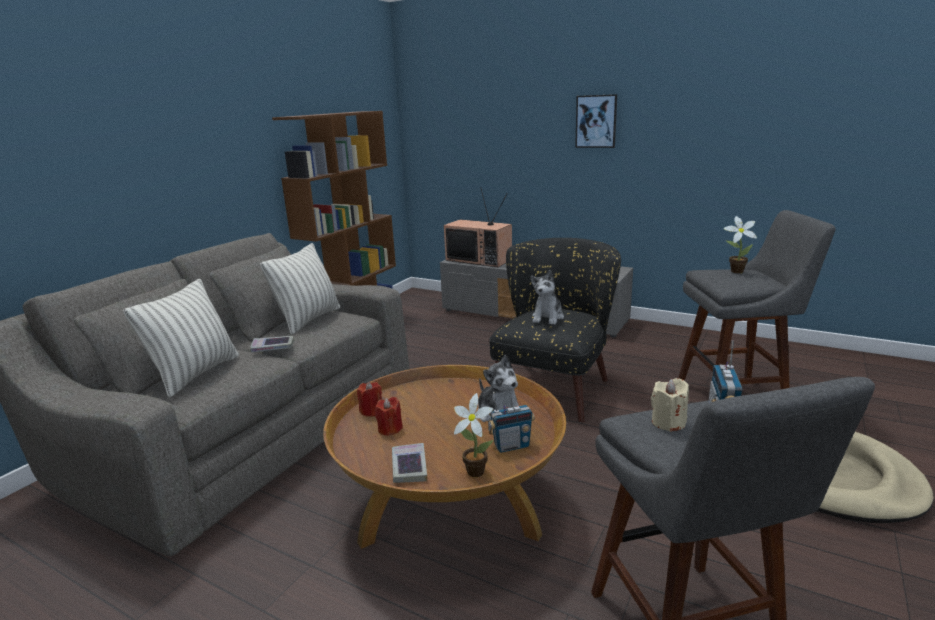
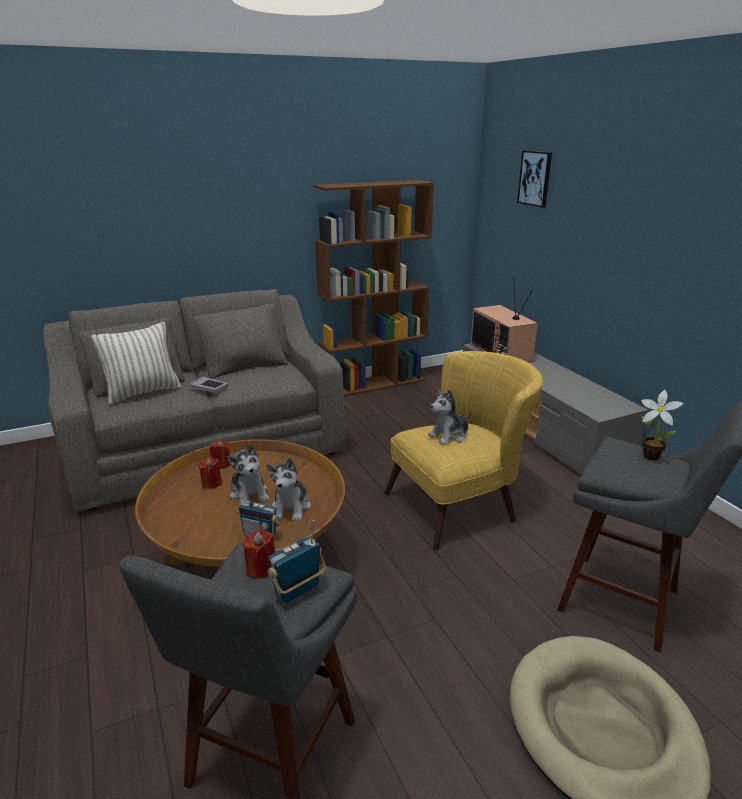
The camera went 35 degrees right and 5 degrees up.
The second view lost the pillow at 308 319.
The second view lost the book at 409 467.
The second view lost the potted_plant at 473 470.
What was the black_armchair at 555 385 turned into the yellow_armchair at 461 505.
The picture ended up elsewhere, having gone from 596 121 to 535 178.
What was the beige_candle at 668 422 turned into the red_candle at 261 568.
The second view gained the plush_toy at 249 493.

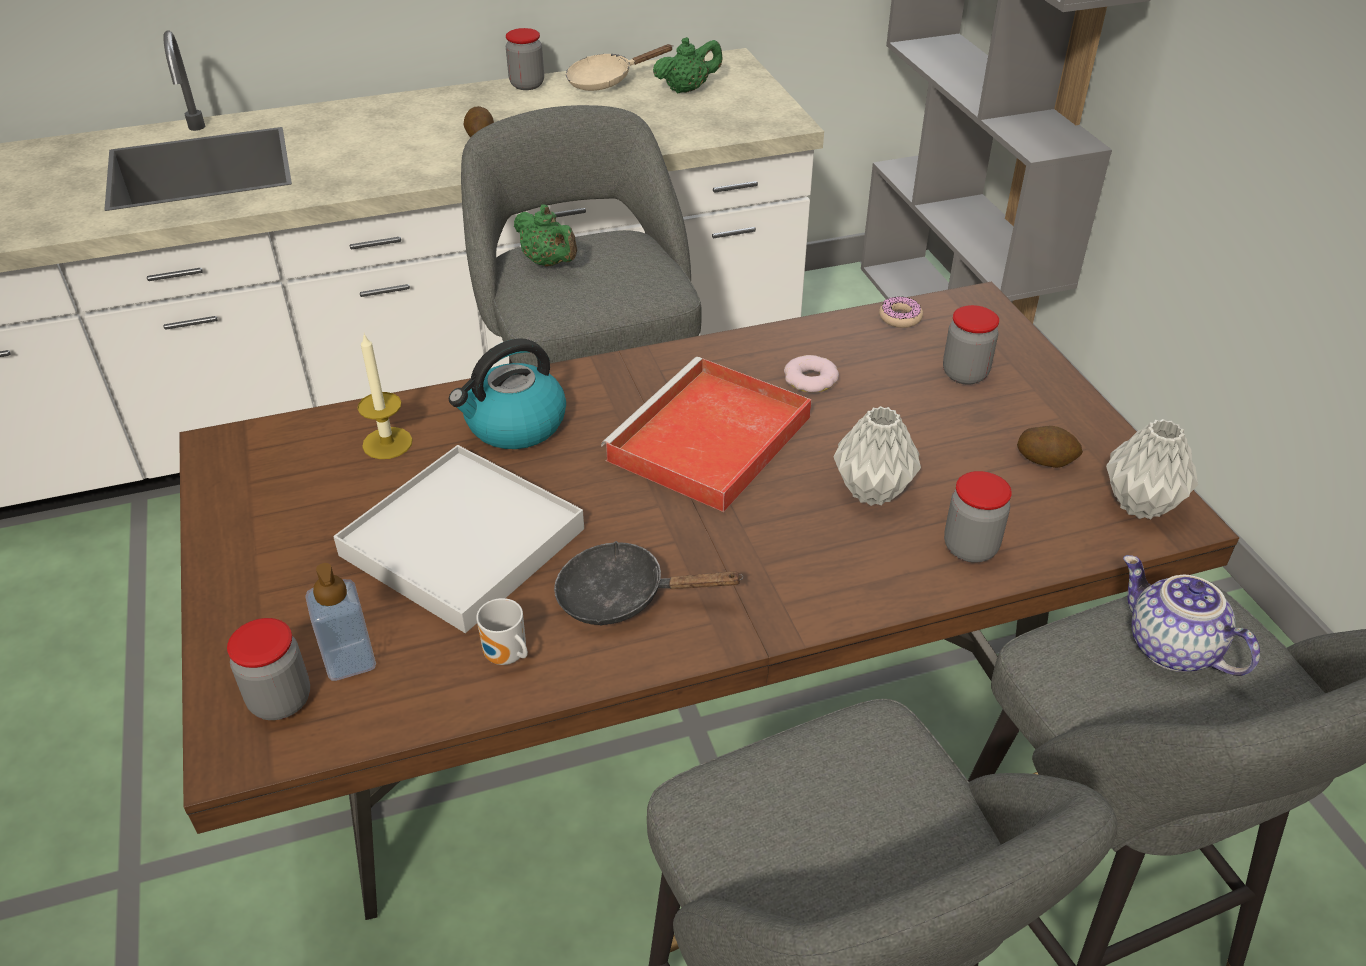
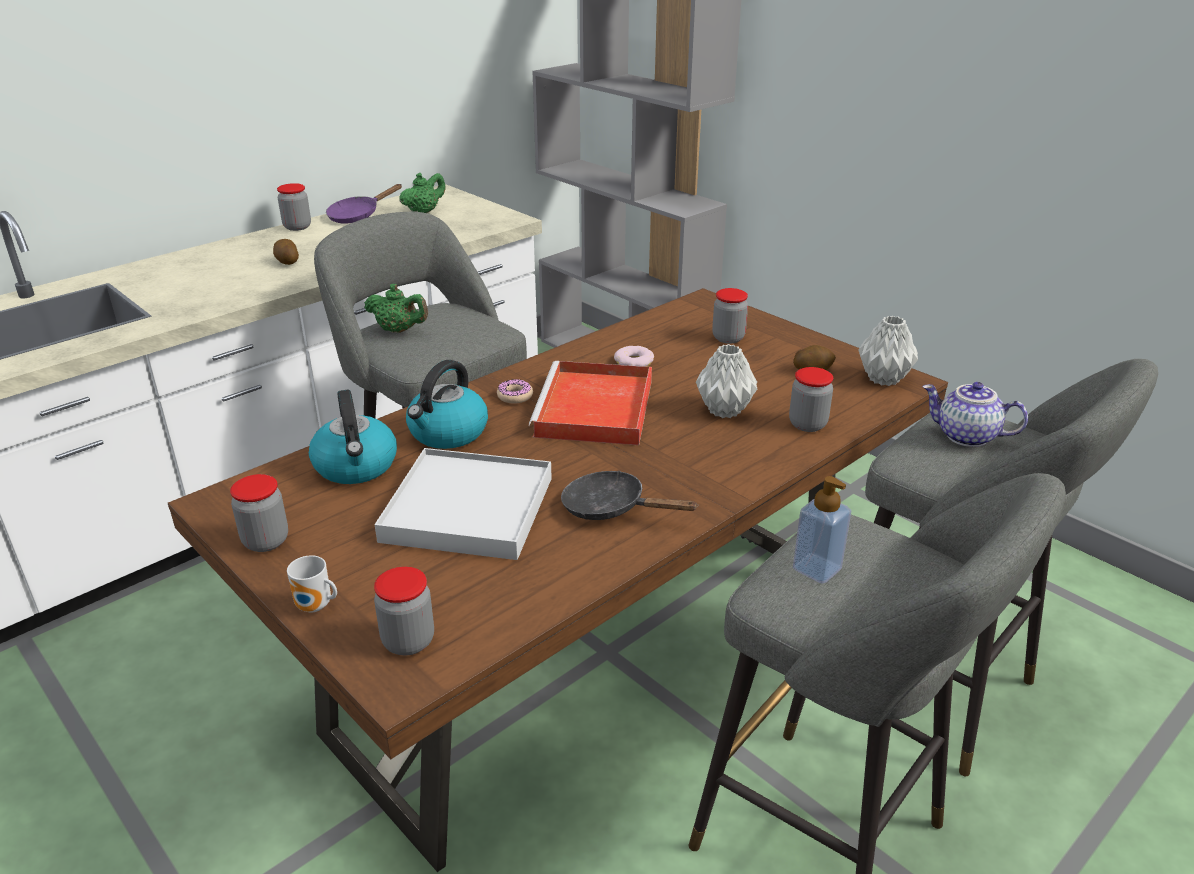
The camera went 25 degrees left and 10 degrees down.
The soap_dispenser ended up elsewhere, having gone from 350 660 to 817 569.
Where the candle stood at 387 443, the kettle came to stand at 356 466.
The mug ended up elsewhere, having gone from 506 658 to 315 607.
The black_frying_pan at 622 596 ended up facing another way, 45 degrees clockwise from before.
What was the beige_frying_pan at 606 81 turned into the purple_frying_pan at 358 216.
The donut ended up elsewhere, having gone from 900 318 to 515 396.
The second view gained the jar at 266 541.

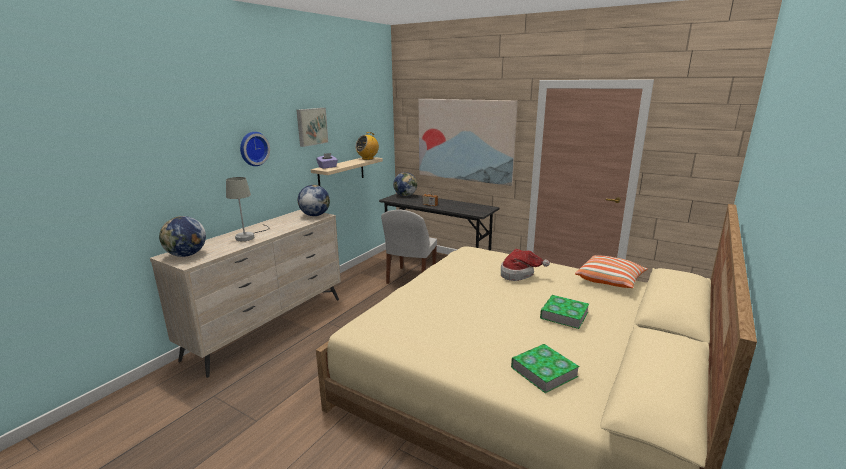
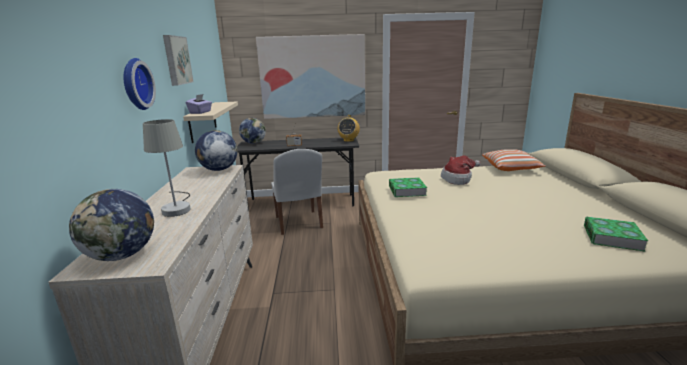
The camera went 35 degrees left and 0 degrees up.
The radio ended up elsewhere, having gone from 368 159 to 348 140.
The book ended up elsewhere, having gone from 564 315 to 407 190.

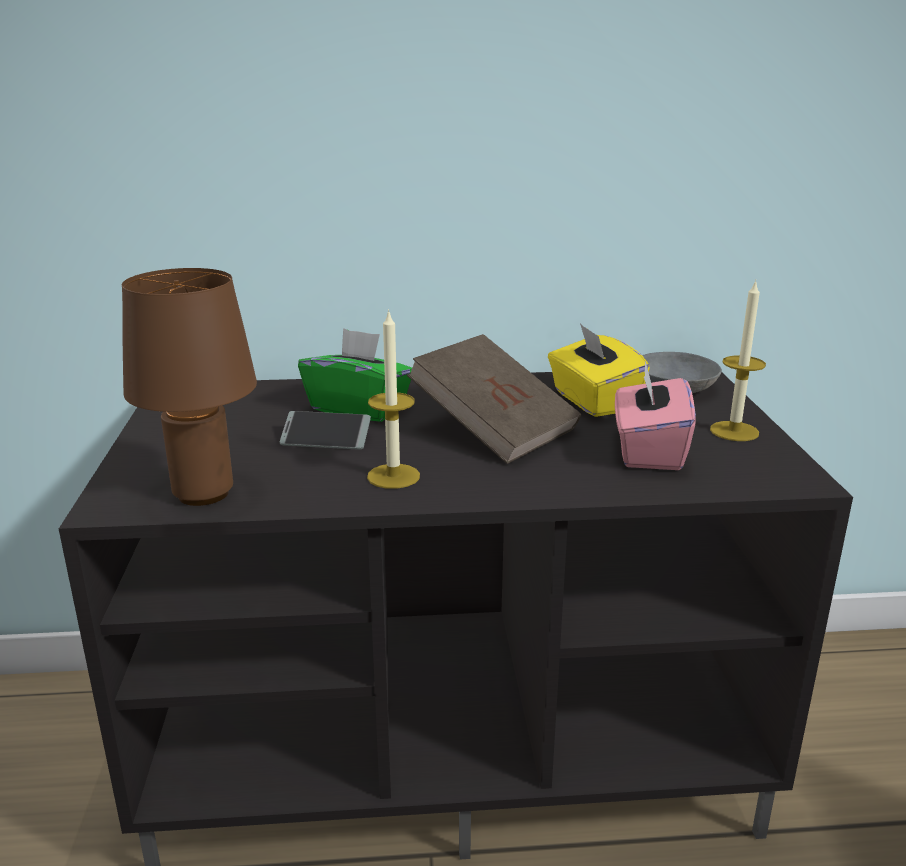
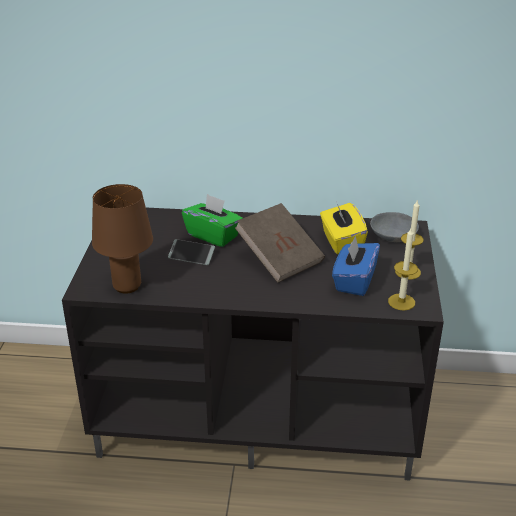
The camera went 10 degrees right and 10 degrees up.
The candle ended up elsewhere, having gone from 393 476 to 401 302.
What was the pink_tissue_box at 648 451 turned into the blue_tissue_box at 354 281.

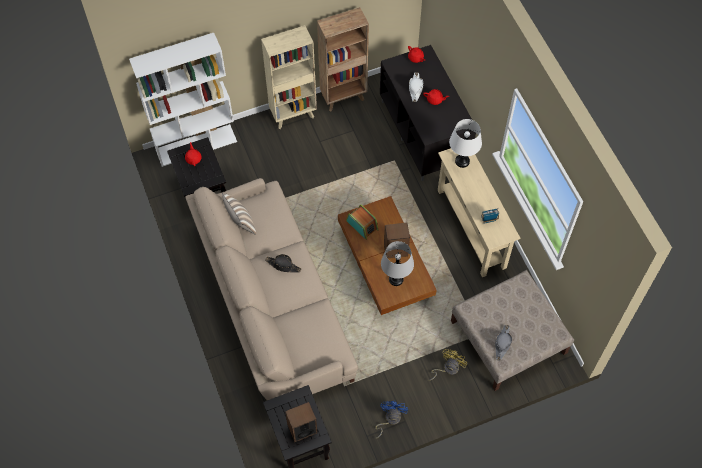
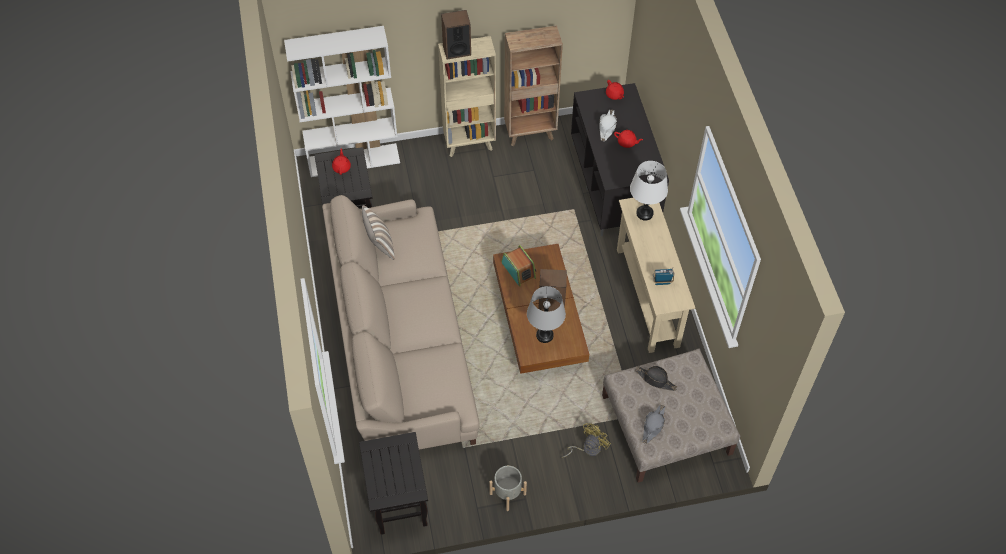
The camera went 10 degrees right and 5 degrees down.
The black_hat ended up elsewhere, having gone from 283 265 to 656 380.
The speaker ended up elsewhere, having gone from 302 429 to 456 50.
Where the blue_fan stood at 390 419, the grey_planter came to stand at 508 494.

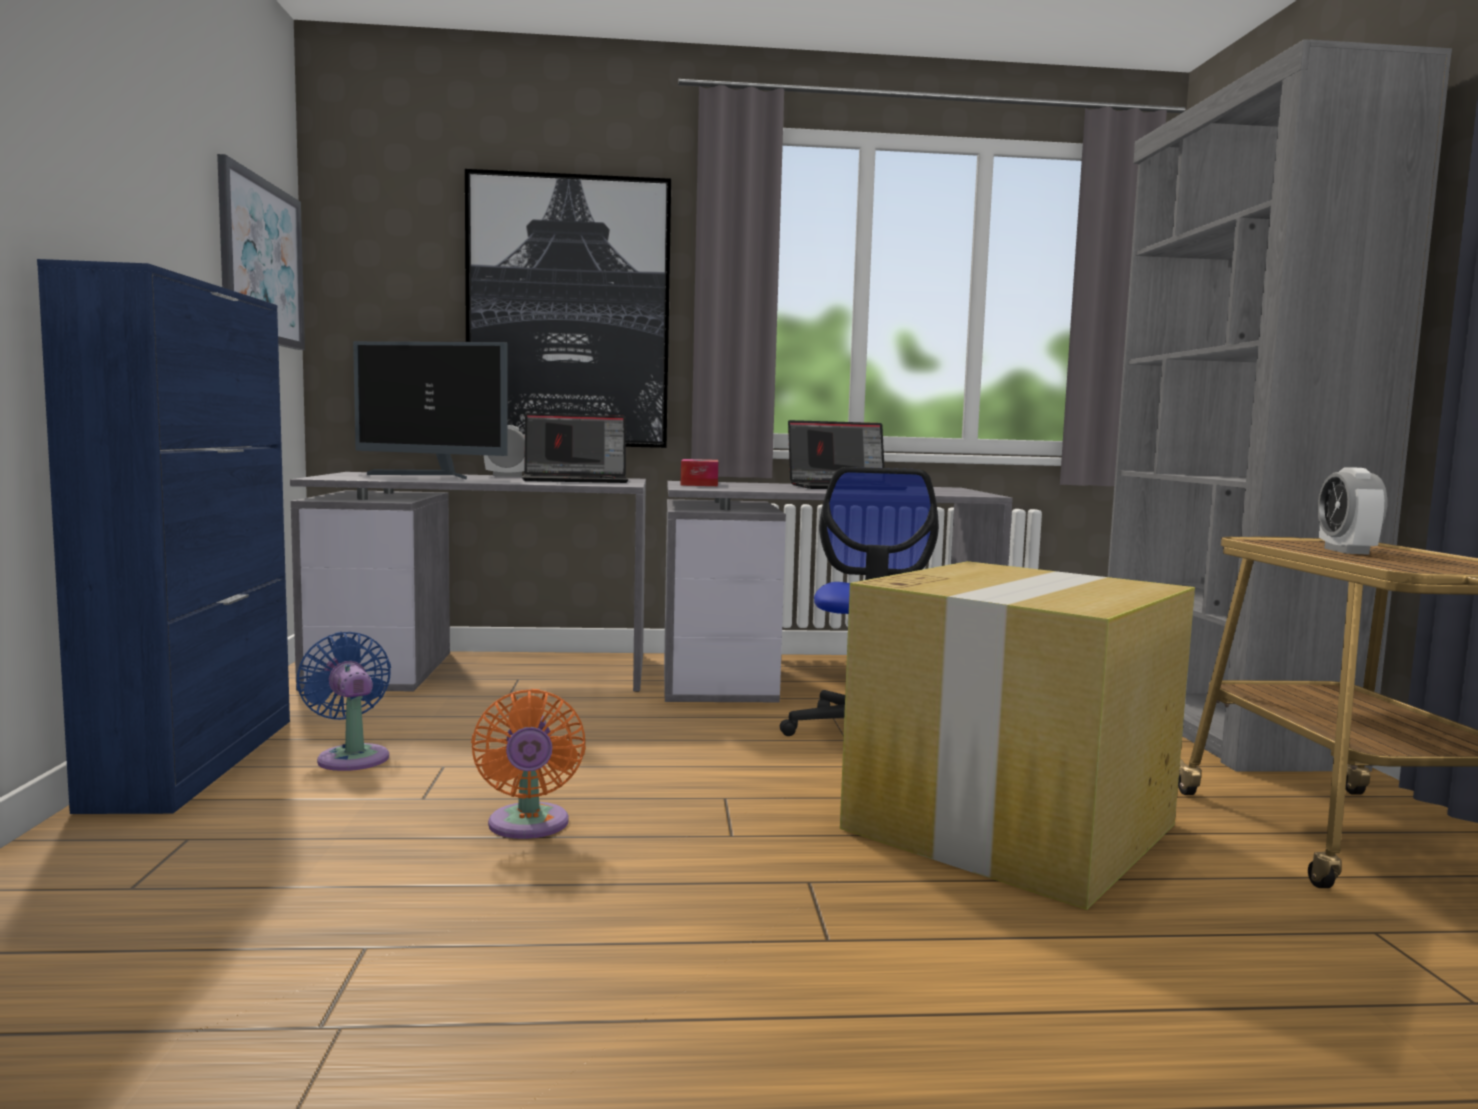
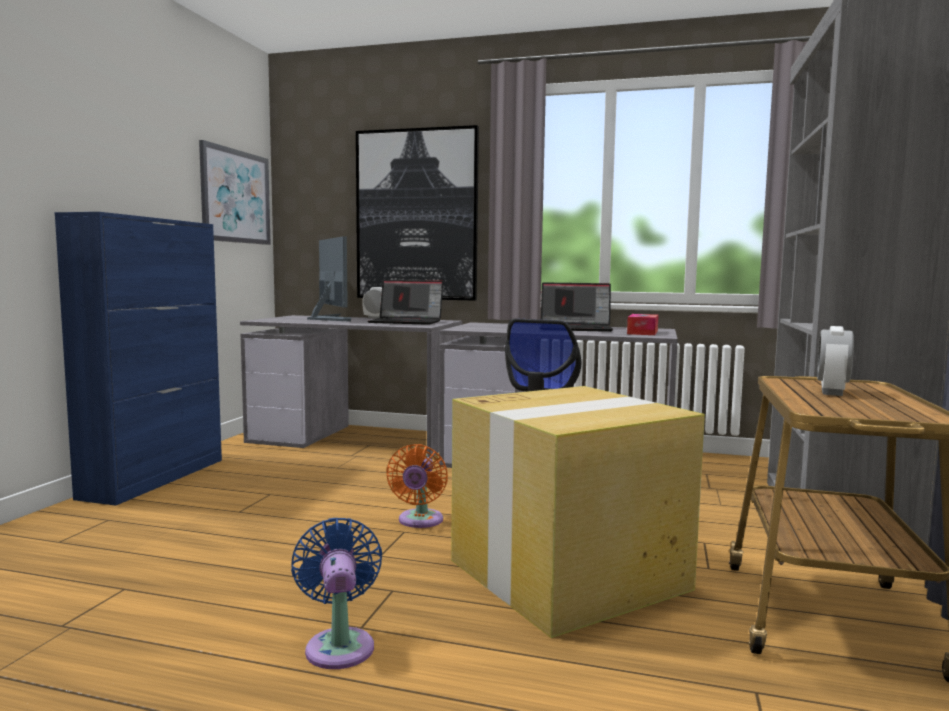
The camera went 20 degrees right and 0 degrees up.
The blue_fan ended up elsewhere, having gone from 351 756 to 339 644.
The monitor at 433 476 ended up facing another way, 150 degrees counterclockwise from before.
The orange_fan ended up elsewhere, having gone from 528 826 to 419 521.
The tissue_box ended up elsewhere, having gone from 699 484 to 642 332.

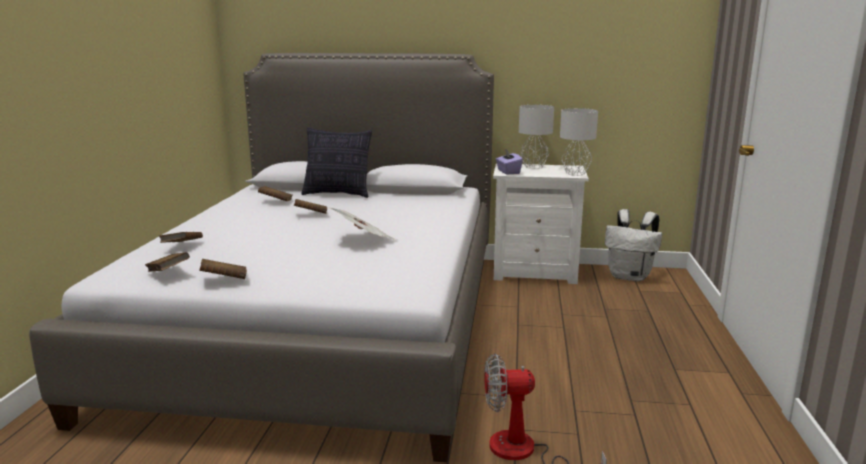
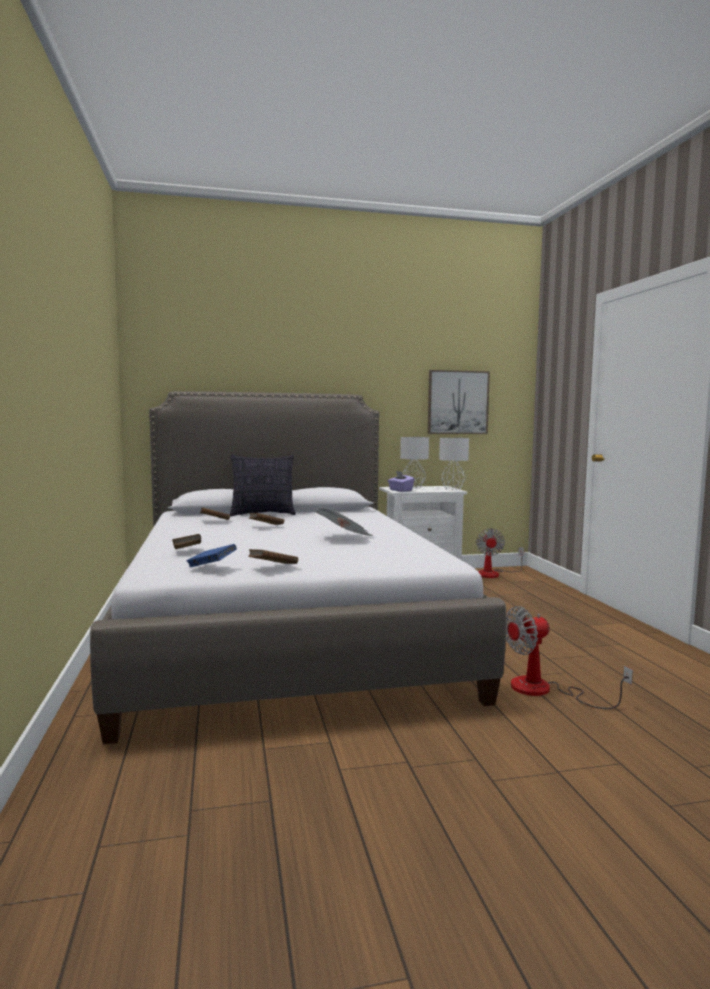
The camera went 20 degrees left and 10 degrees down.
What was the brown_book at 168 273 turned into the blue_book at 211 567.
Where the white_backpack stood at 630 276, the fan came to stand at 494 574.
The second view gained the picture at 457 402.

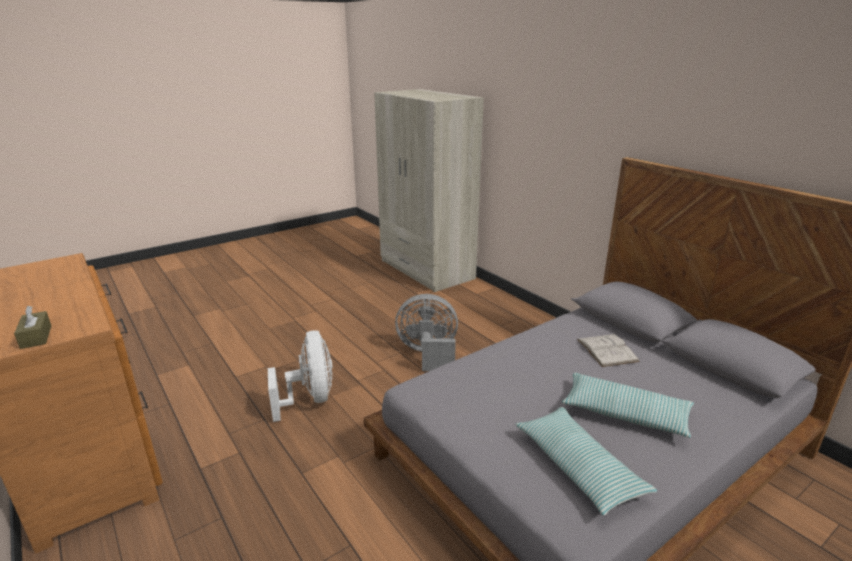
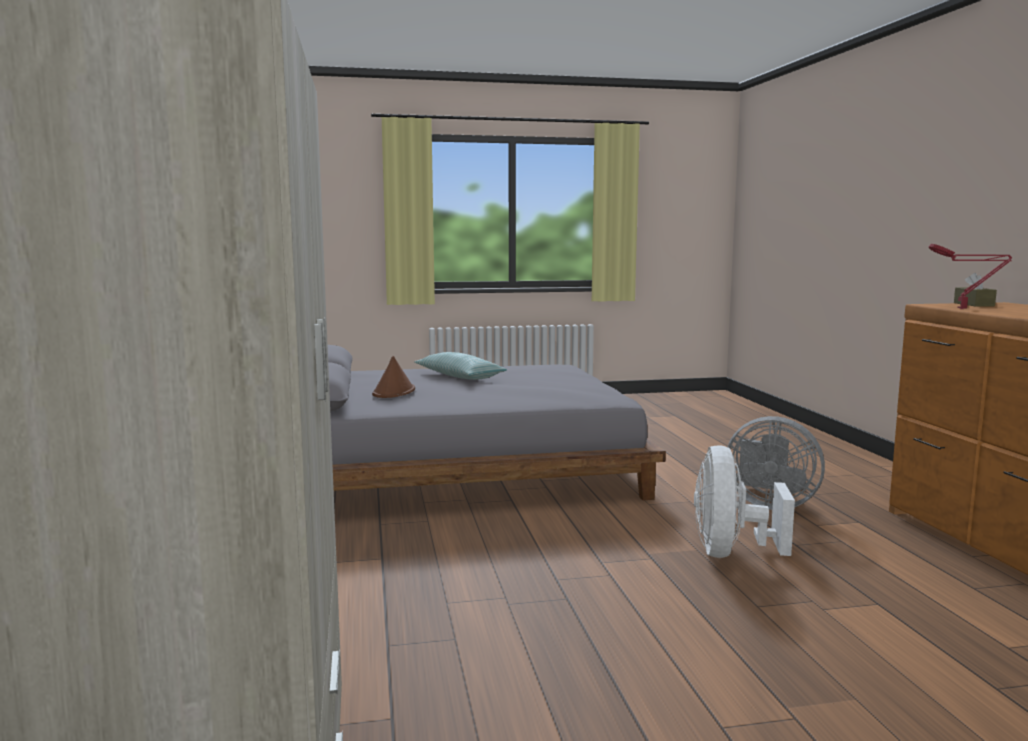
The camera went 155 degrees left and 15 degrees down.
The grey_fan ended up elsewhere, having gone from 428 354 to 769 504.
The second view lost the pillow at 578 467.
Where the white_book stood at 607 350, the brown_hat came to stand at 394 392.
The second view gained the red_table_lamp at 964 309.

